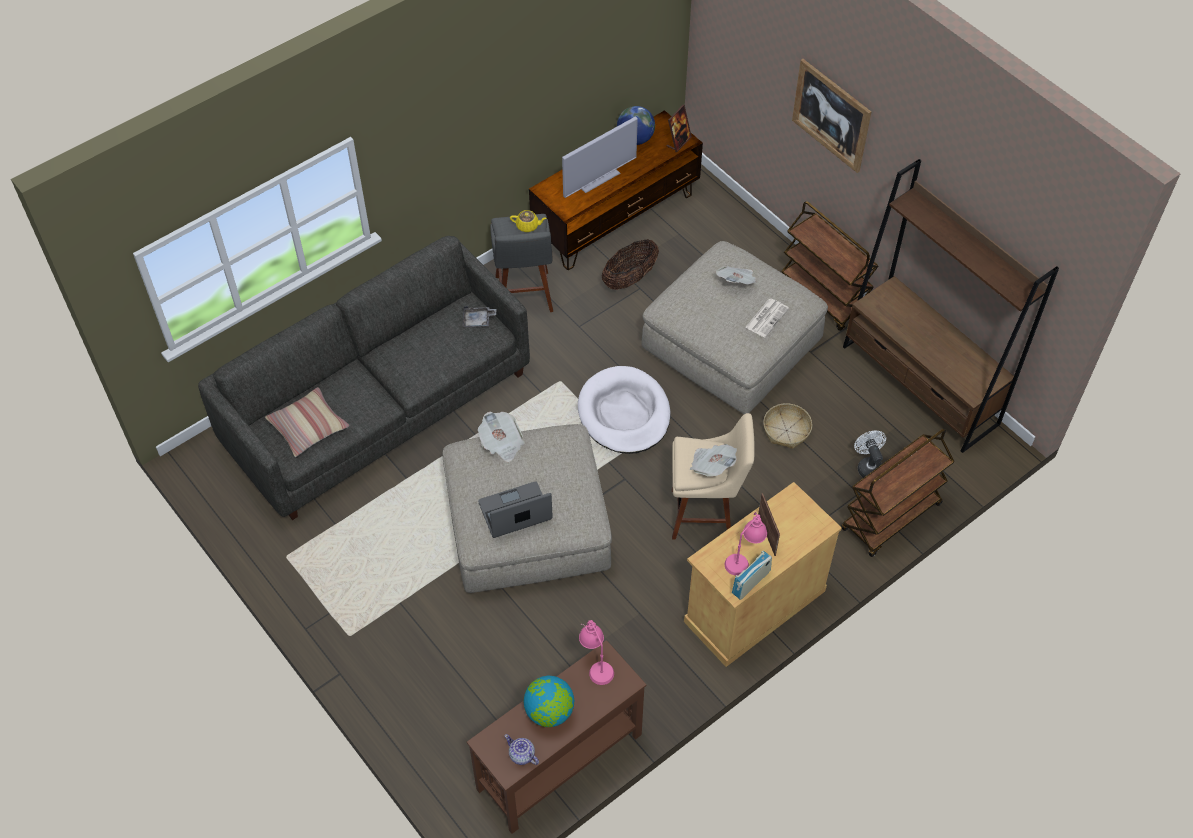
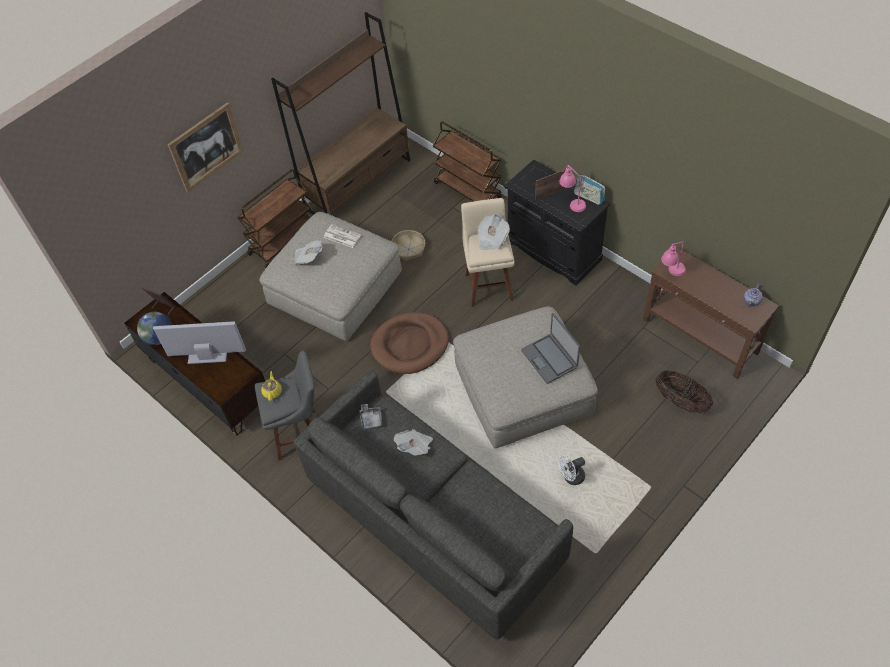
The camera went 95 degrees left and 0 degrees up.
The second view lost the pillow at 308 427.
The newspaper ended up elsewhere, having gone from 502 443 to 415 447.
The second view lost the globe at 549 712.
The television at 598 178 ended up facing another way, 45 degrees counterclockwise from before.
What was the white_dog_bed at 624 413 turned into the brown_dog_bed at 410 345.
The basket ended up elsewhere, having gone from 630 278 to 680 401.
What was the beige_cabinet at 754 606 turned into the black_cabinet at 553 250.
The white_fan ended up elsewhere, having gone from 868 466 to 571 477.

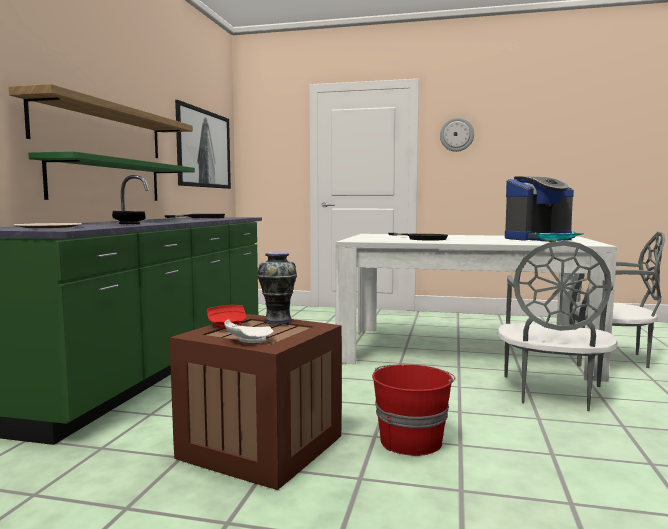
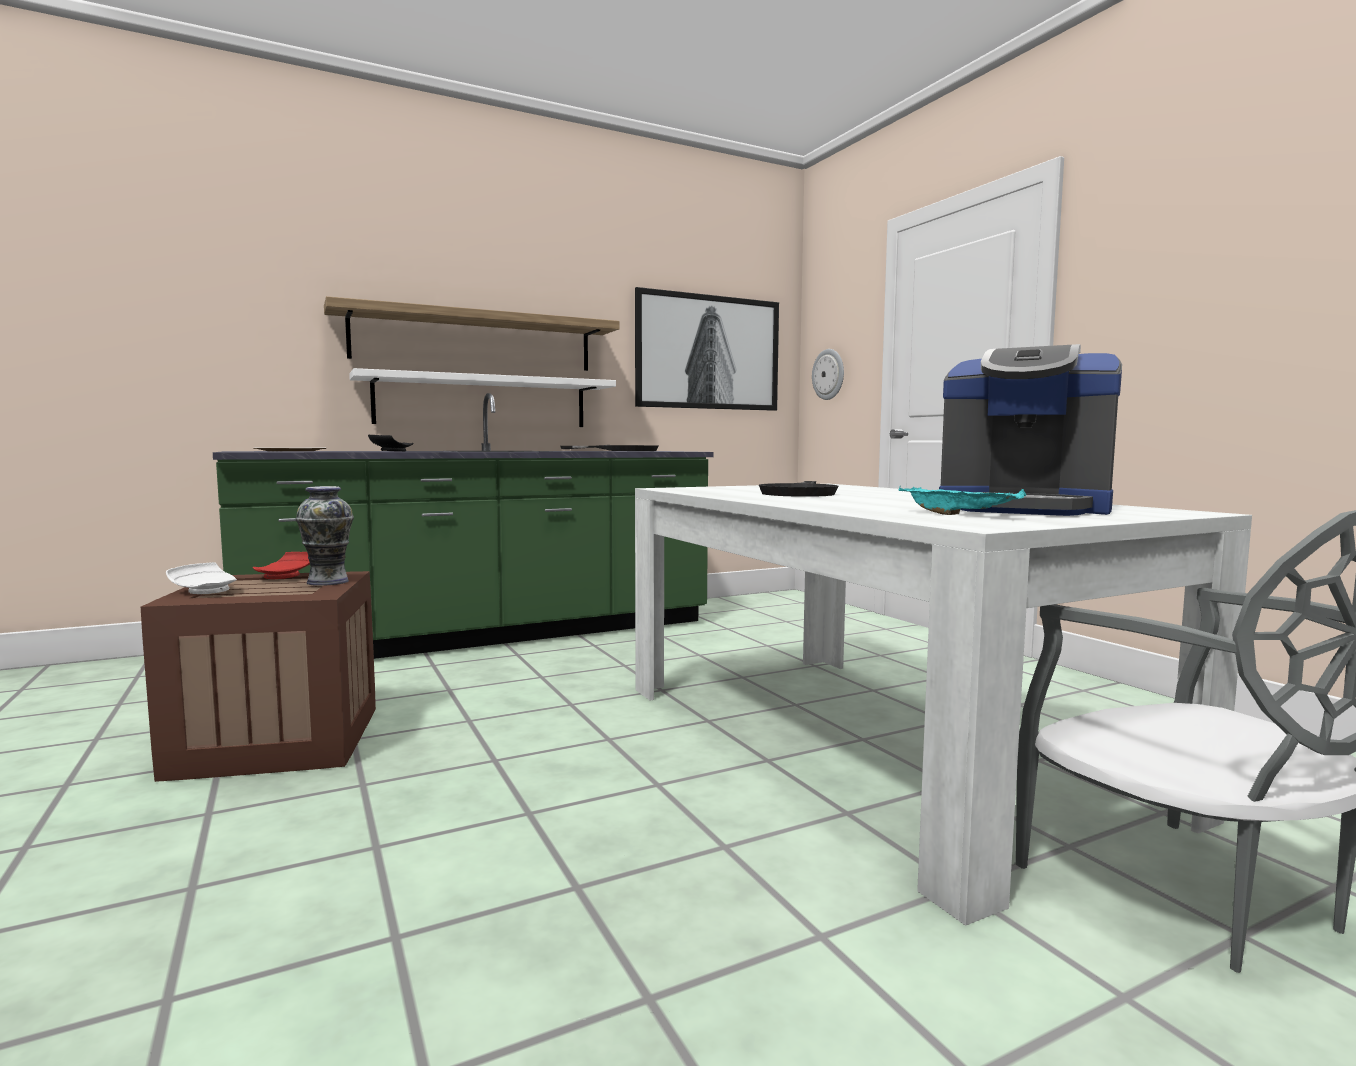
The camera went 50 degrees right and 0 degrees up.
What was the green_shelf at 108 181 turned into the white_shelf at 483 402.
The second view lost the red_bucket at 411 440.
The wall_clock ended up elsewhere, having gone from 456 134 to 829 374.
The second view lost the grey_chair at 552 393.

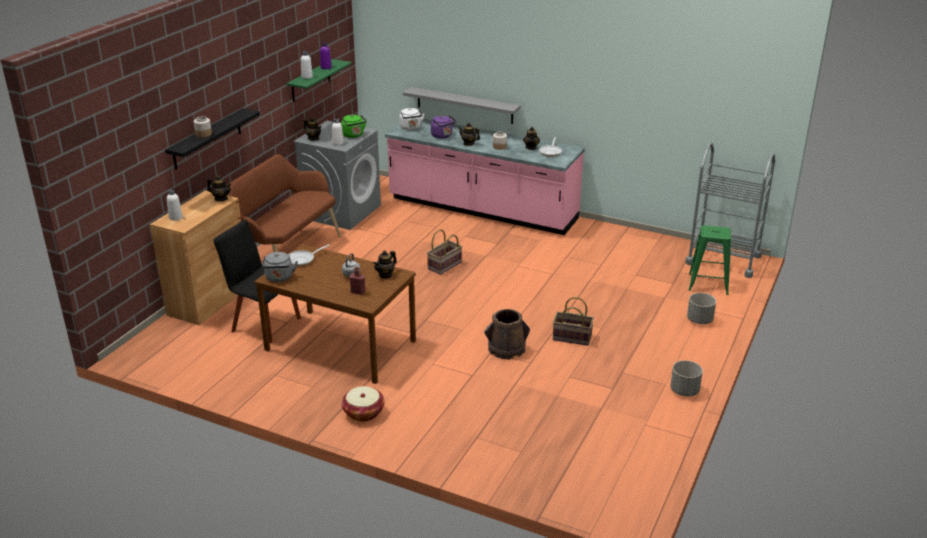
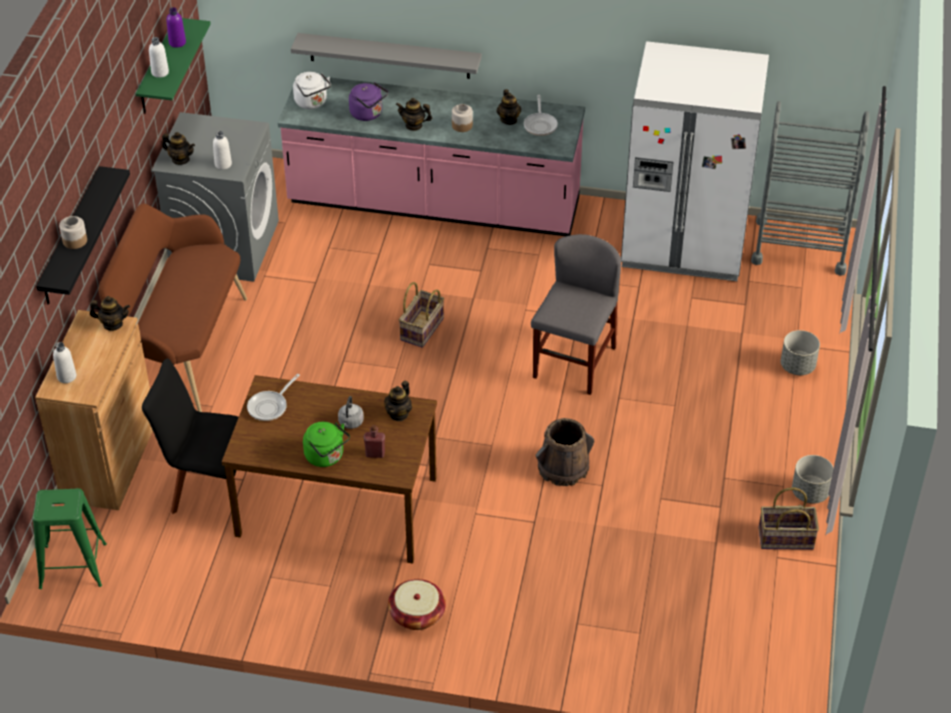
The camera went 15 degrees left and 15 degrees up.
The second view lost the grey_kettle at 279 278.
The green_kettle ended up elsewhere, having gone from 354 135 to 326 457.
The basket ended up elsewhere, having gone from 571 338 to 785 539.
The green_stool ended up elsewhere, having gone from 707 284 to 72 566.
The second view gained the grey_chair at 574 362.
The second view gained the white_fridge at 684 243.

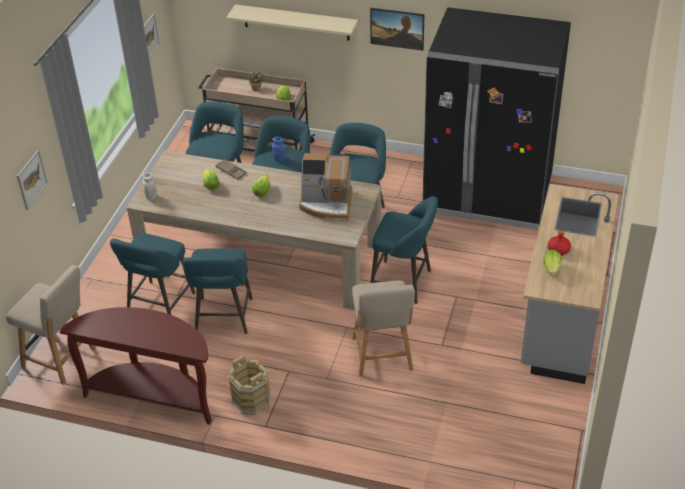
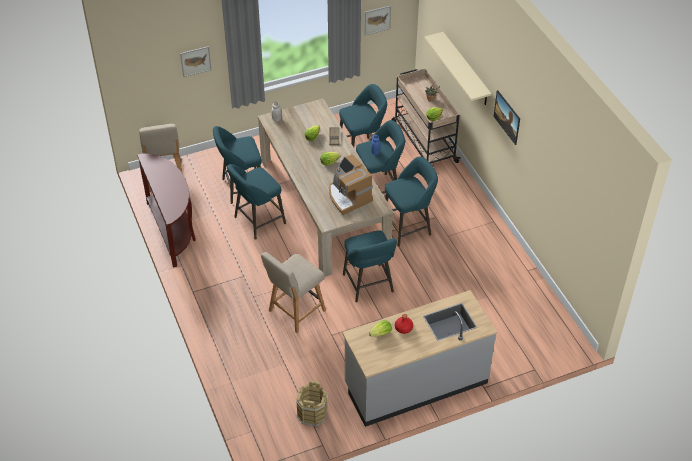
The camera went 50 degrees right and 5 degrees up.
The brown_bucket ended up elsewhere, having gone from 251 399 to 312 414.
The second view lost the black_fridge at 487 196.

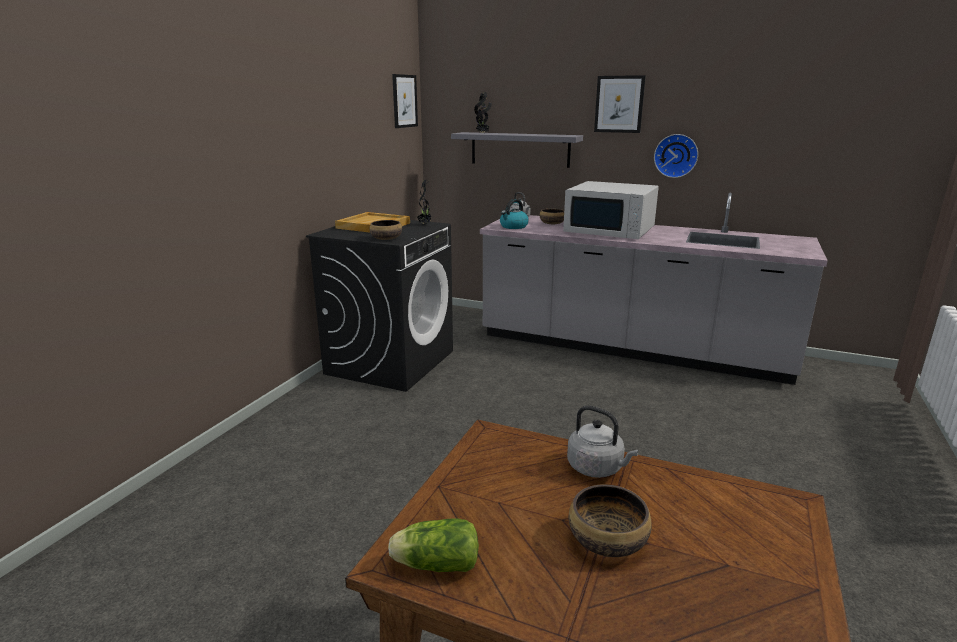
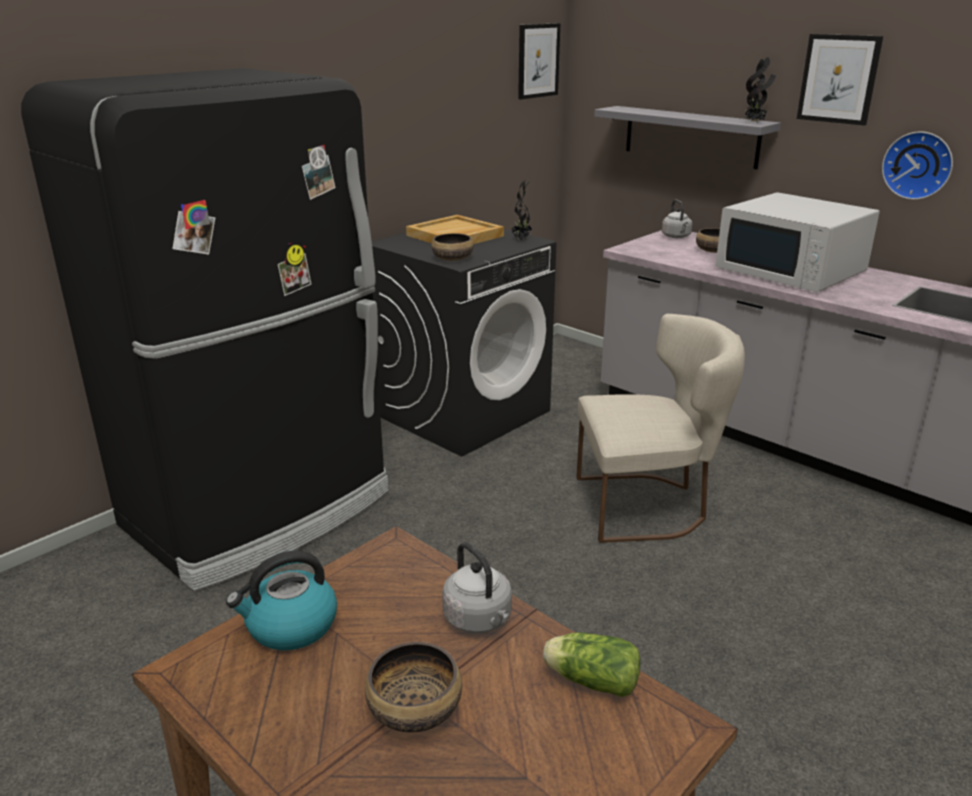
The camera went 20 degrees right and 5 degrees up.
The lettuce ended up elsewhere, having gone from 434 564 to 589 680.
The potted_plant ended up elsewhere, having gone from 483 133 to 755 122.
The kettle ended up elsewhere, having gone from 513 226 to 290 626.
The second view gained the black_fridge at 261 510.
The second view gained the beige_chair at 648 506.

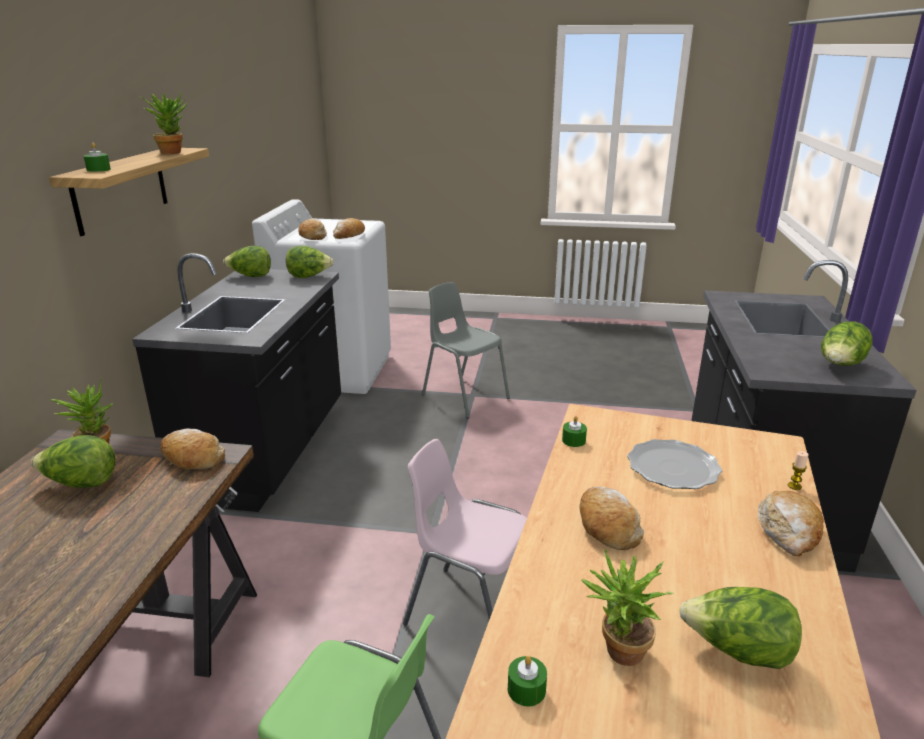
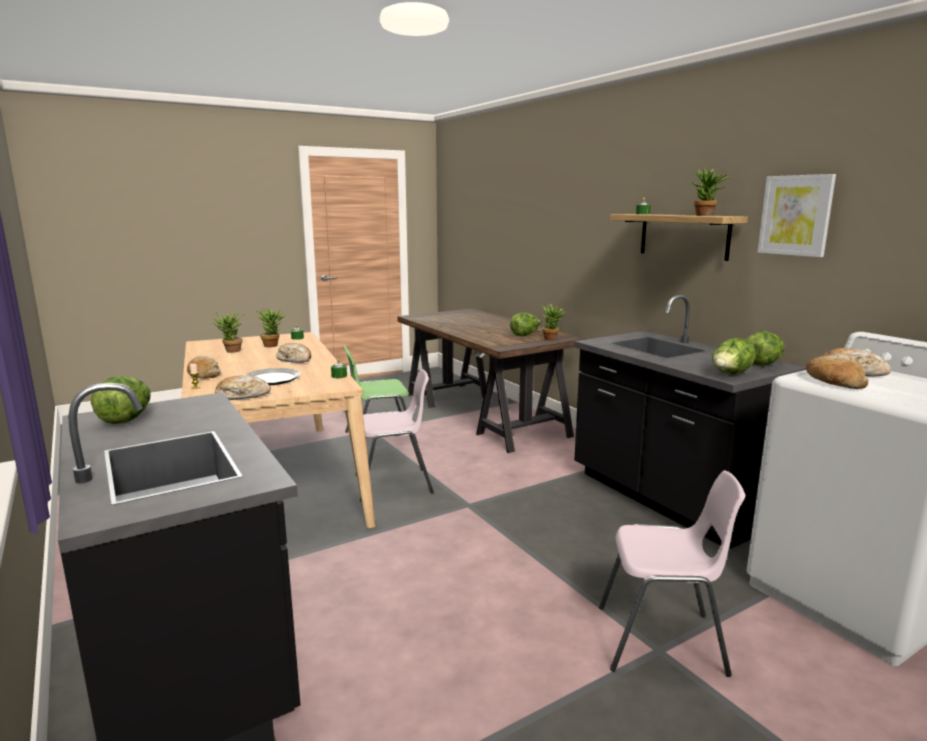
The camera went 140 degrees right and 10 degrees down.
The bread ended up elsewhere, having gone from 192 458 to 242 396.
What was the grey_chair at 464 396 turned into the pink_chair at 662 641.
Where the lettuce stood at 737 652, the potted_plant came to stand at 231 351.
The second view gained the picture at 796 215.

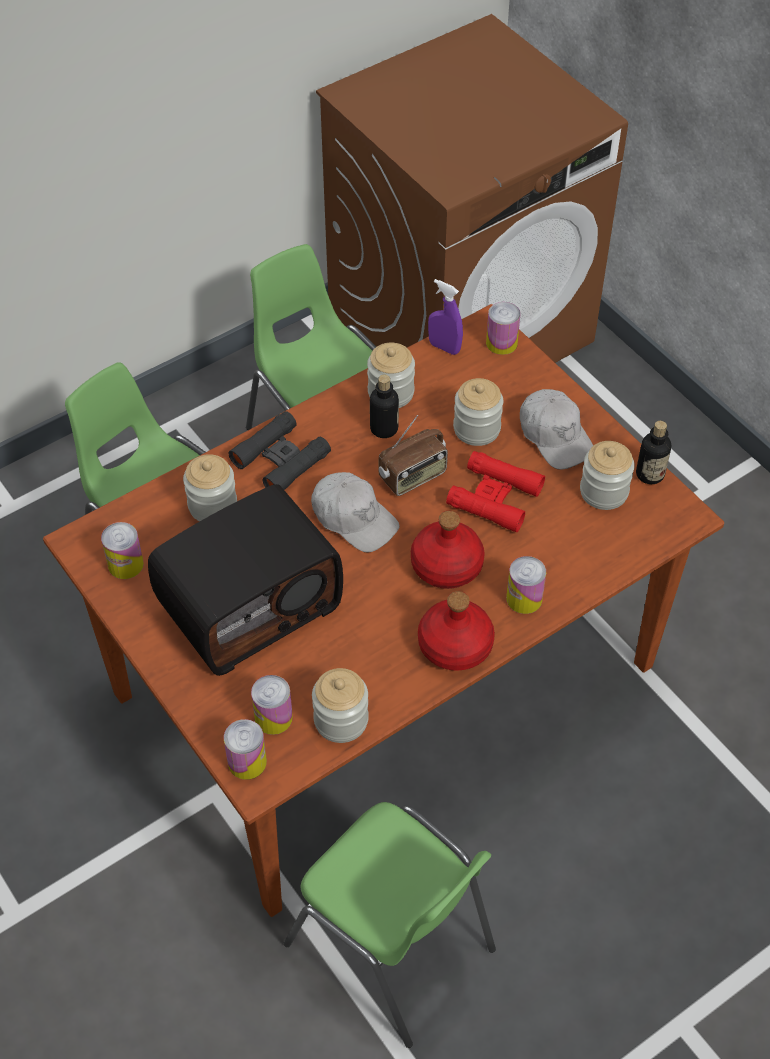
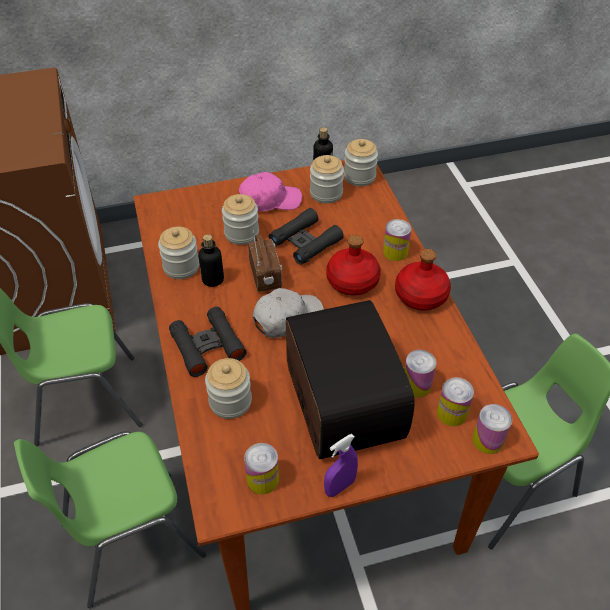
The camera went 70 degrees left and 5 degrees down.
The jar ended up elsewhere, having gone from 341 720 to 359 177.
The purple_spray_bottle ended up elsewhere, having gone from 444 347 to 339 487.
What was the red_binoculars at 495 497 turned into the black_binoculars at 305 242.
The can ended up elsewhere, having gone from 501 343 to 416 385.
What was the white_cap at 555 436 turned into the pink_cap at 269 200.

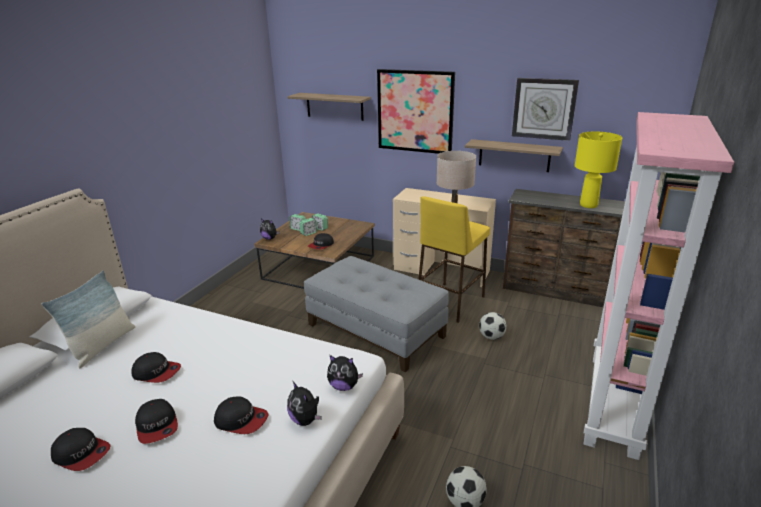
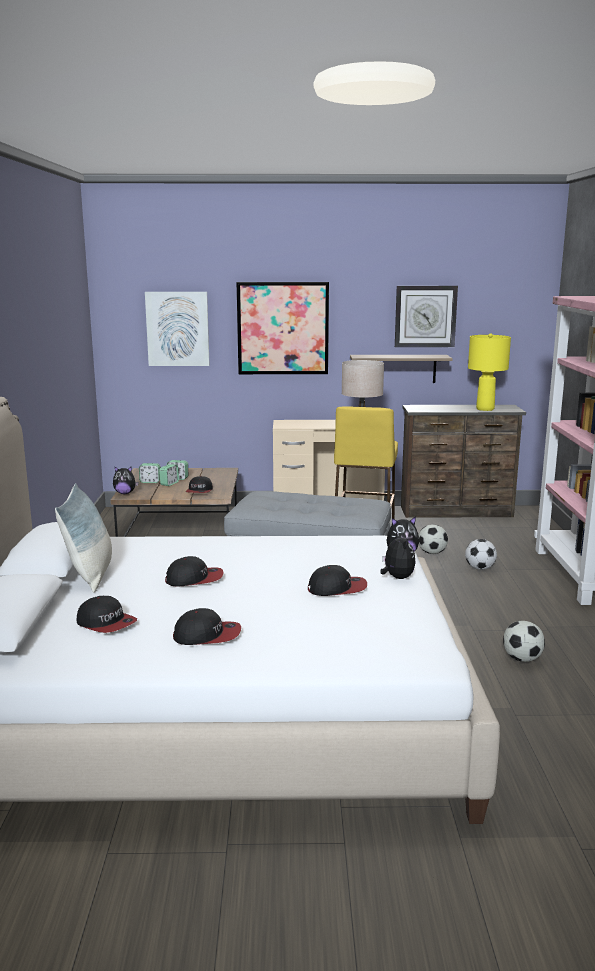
The camera went 25 degrees left and 10 degrees down.
The cap ended up elsewhere, having gone from 157 426 to 106 623.
Where the shelf hung at 334 106, the picture came to hang at 177 329.
The plush_toy at 305 420 ended up facing another way, 135 degrees counterclockwise from before.
The second view gained the football at 480 568.

